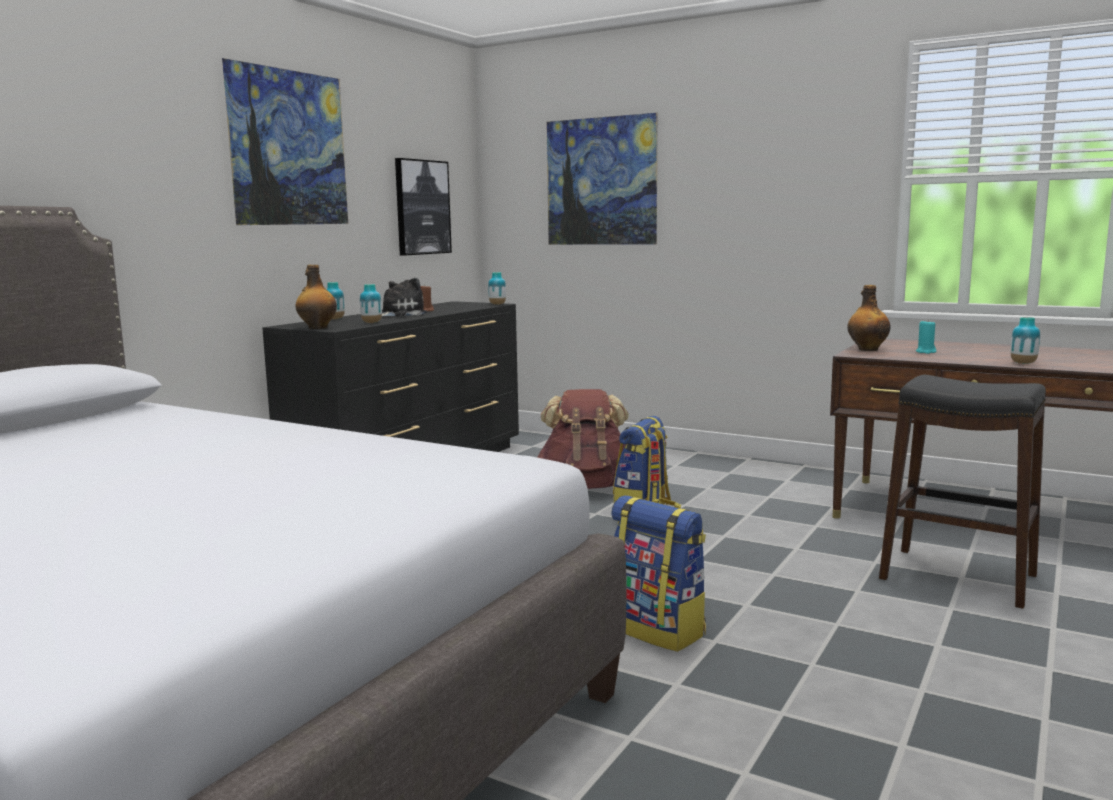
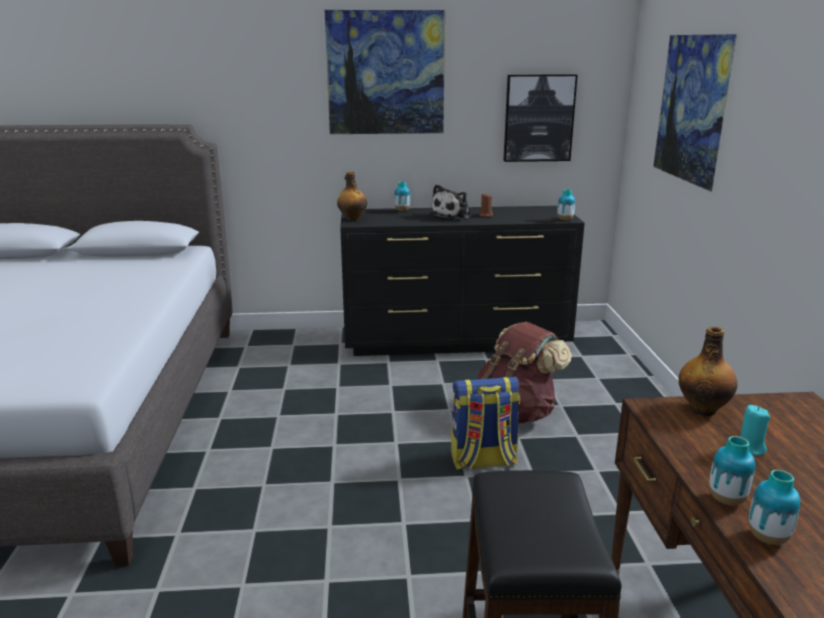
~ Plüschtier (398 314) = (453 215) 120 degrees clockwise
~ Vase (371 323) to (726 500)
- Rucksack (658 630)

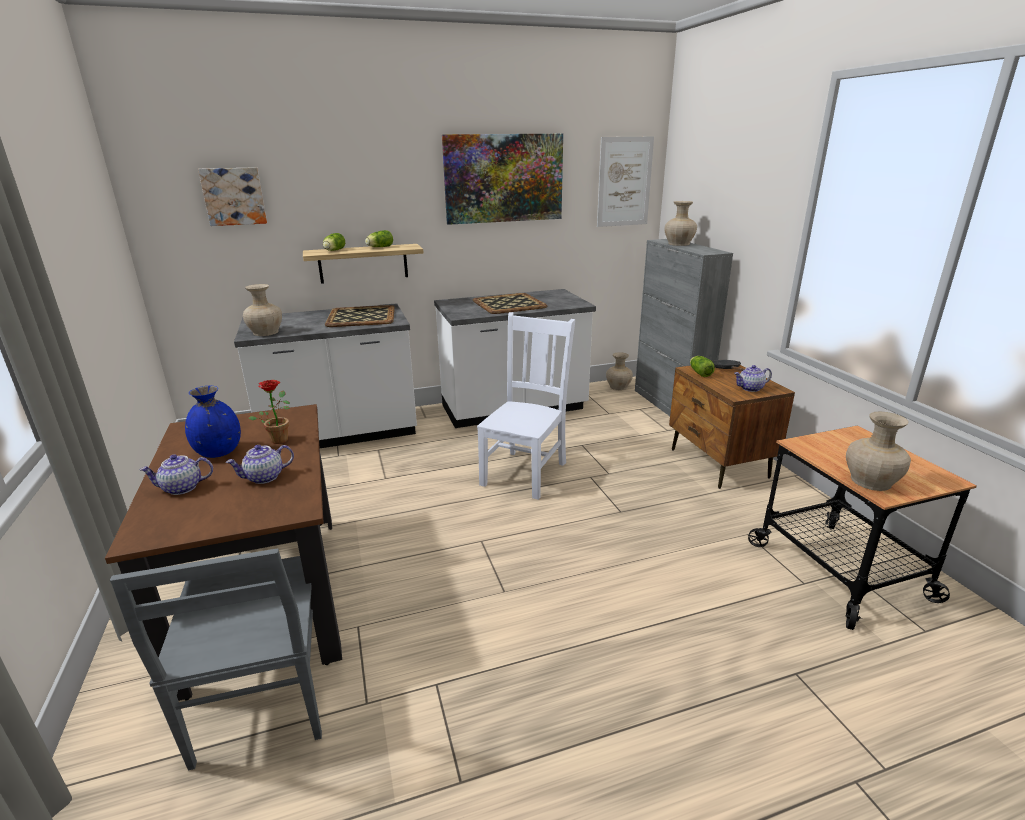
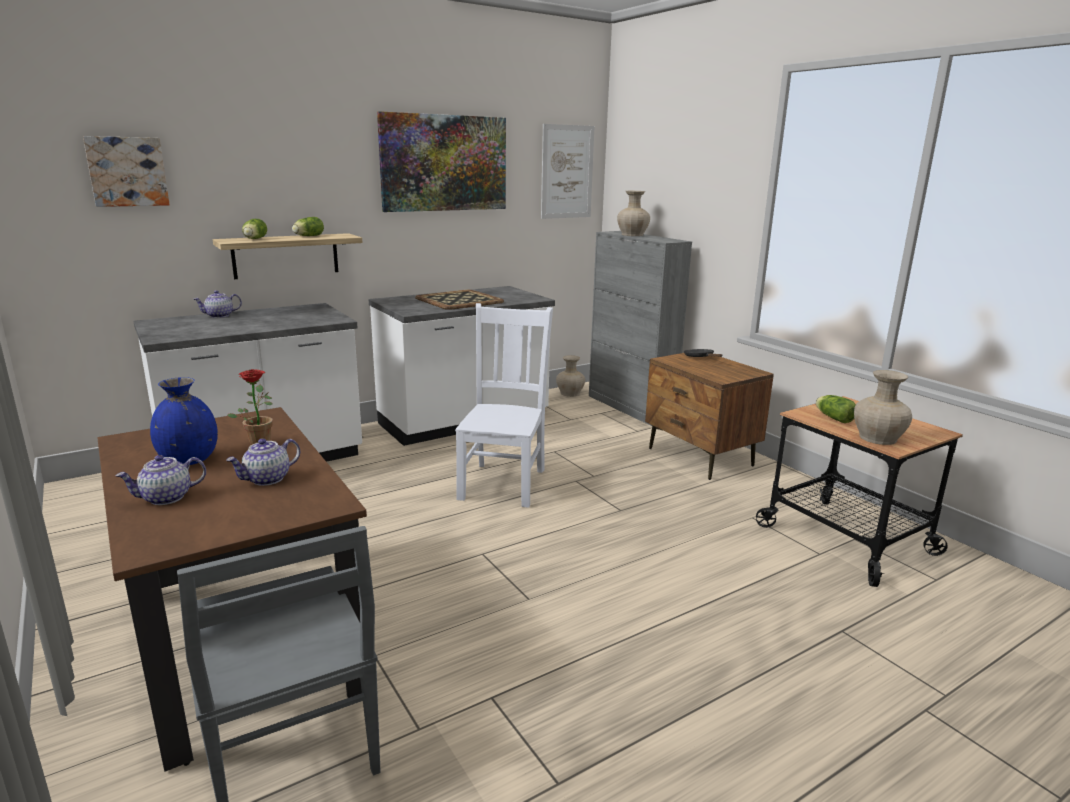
- Vase (beige) (265 332)
- Tablett (361 316)
~ Salatkopf (699 373) to (833 417)
~ Teekanne (750 388) to (219 316)

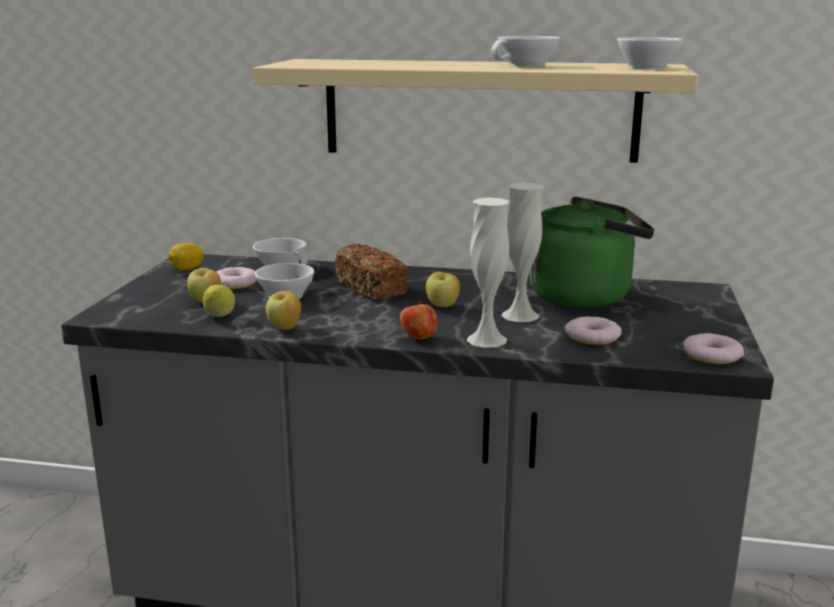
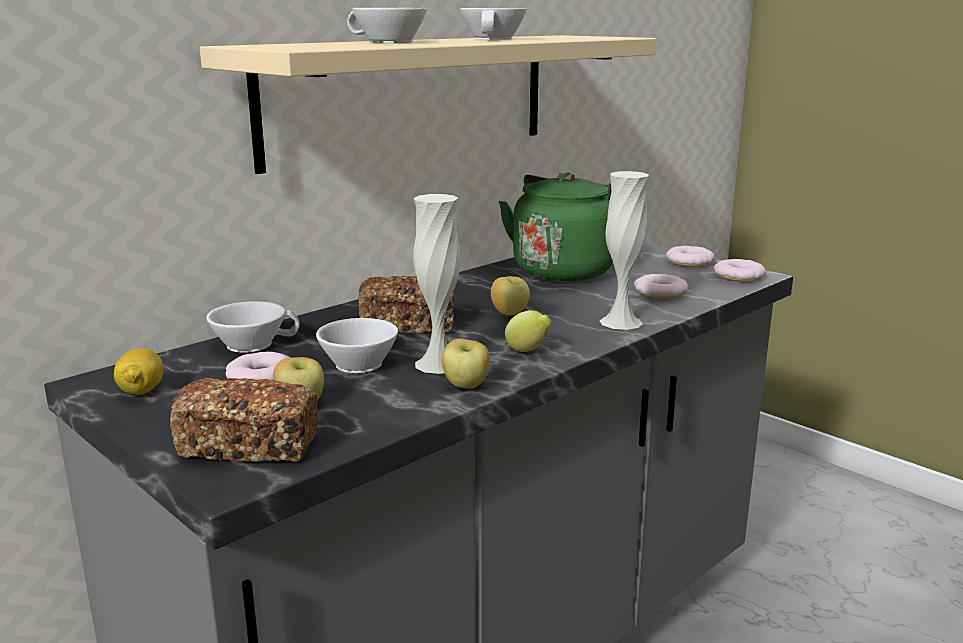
~ Tasse (weiß) (644 67) to (387 42)
~ Vase (weiß) (520 315) to (438 364)
~ Zitrone (219 317) to (528 351)
- Apfel (419 338)
+ Donut (689 261)
+ Brot (250 446)

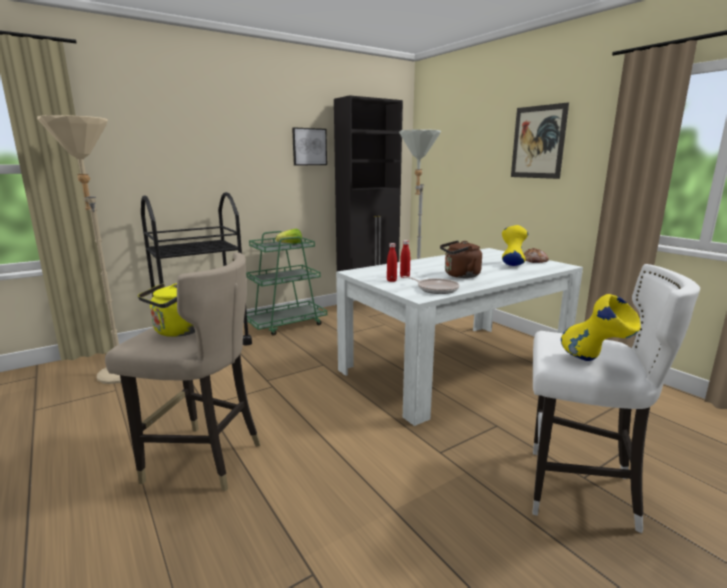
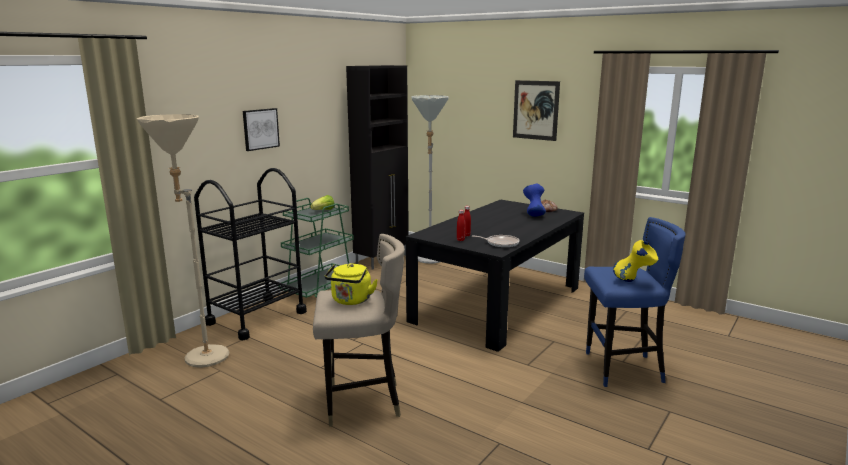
~ Bild (309 147) to (260 129)
~ Vase (gelb) (512 264) to Vase (blau) (533 215)
- Wasserkessel (braun) (460 275)
~ Esstisch (weiß) (456 365) to Esstisch (schwarz) (498 304)
~ Hocker (weiß) (577 490) to Hocker (blau) (622 369)

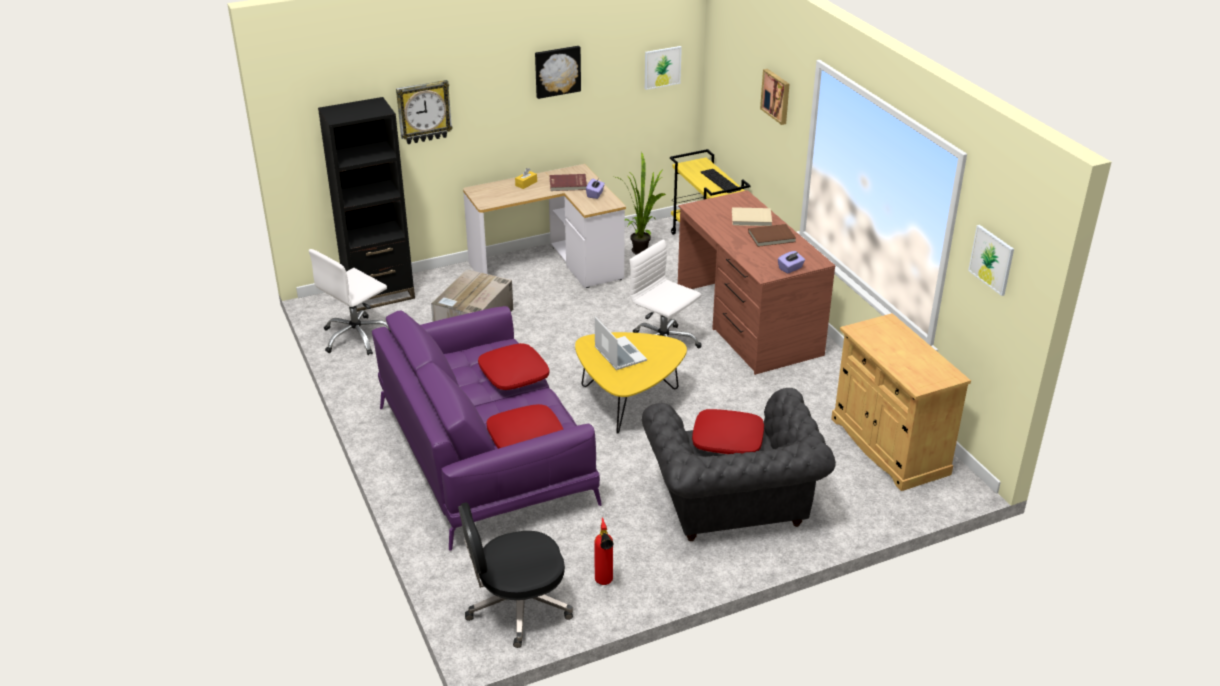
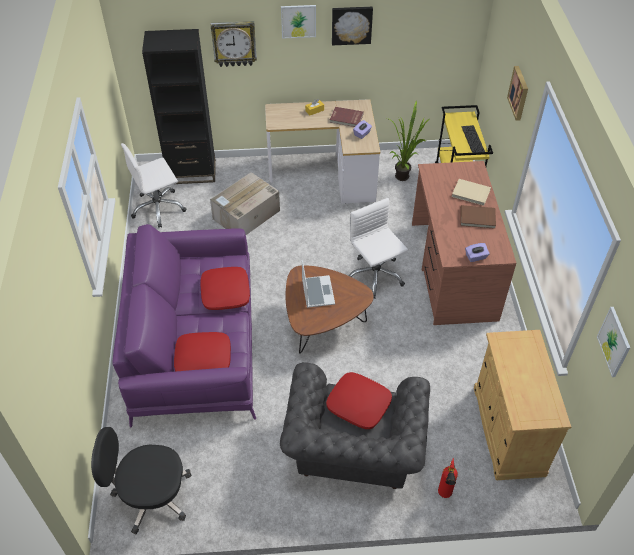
~ Bild (662 67) to (298 21)
~ Couchtisch (gelb) (628 401) to Couchtisch (braun) (323 324)
~ Feuerlöscher (604 583) to (444 495)

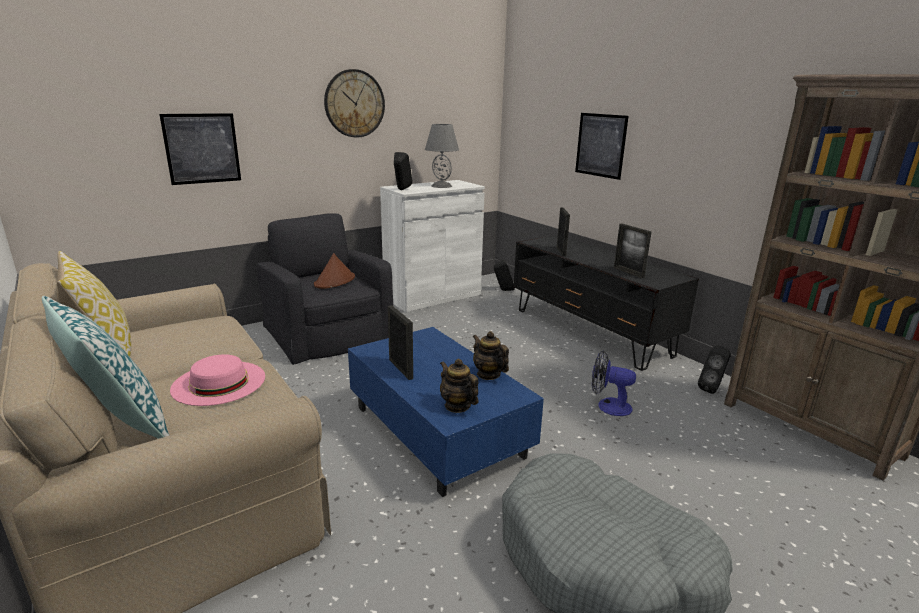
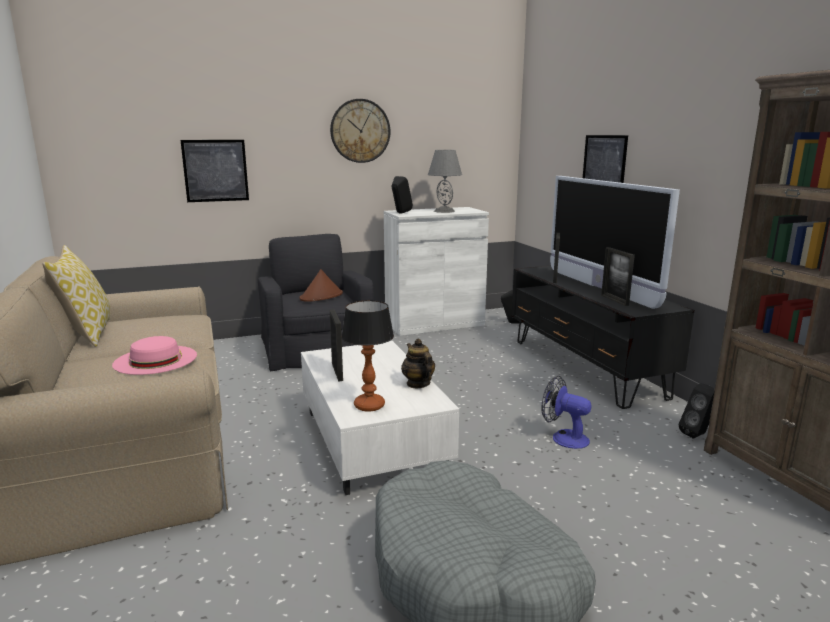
- Kissen (119 423)
~ Couchtisch (blau) (436 430) to Couchtisch (weiß) (372 439)
~ Teekanne (457 406) to Tischlampe (369 406)
+ Fernseher (599 288)

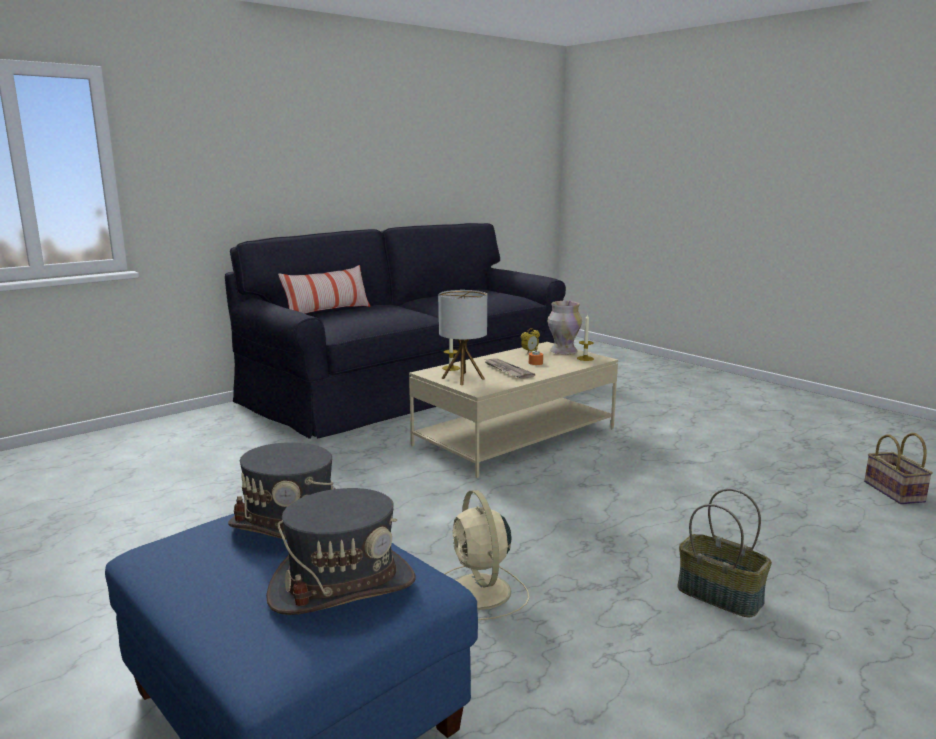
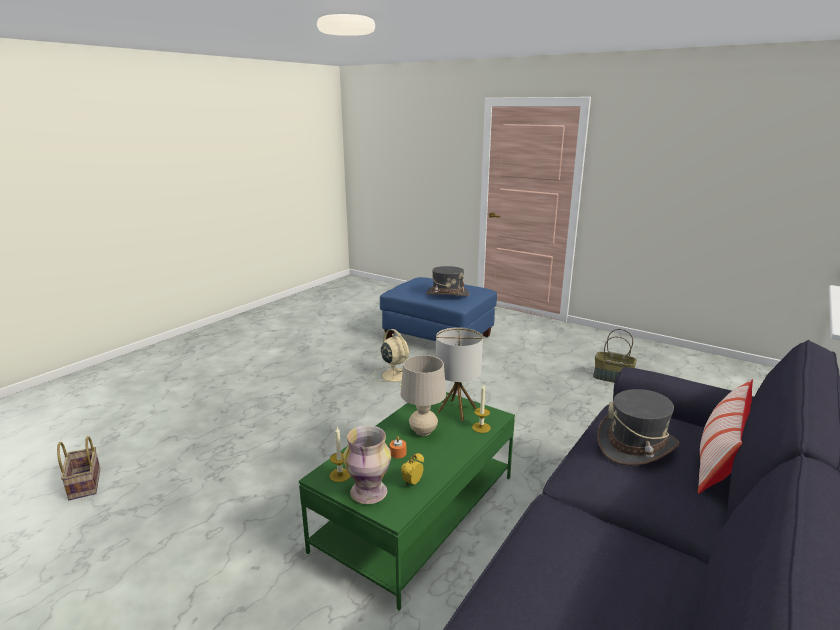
~ Couchtisch (beige) (515 437) to Couchtisch (grün) (417 513)
~ Zeitung (507 370) to Tischlampe (beige) (423 431)
~ Hut (grau) (342 586) to (636 446)
~ Korb (721 595) to (612 378)

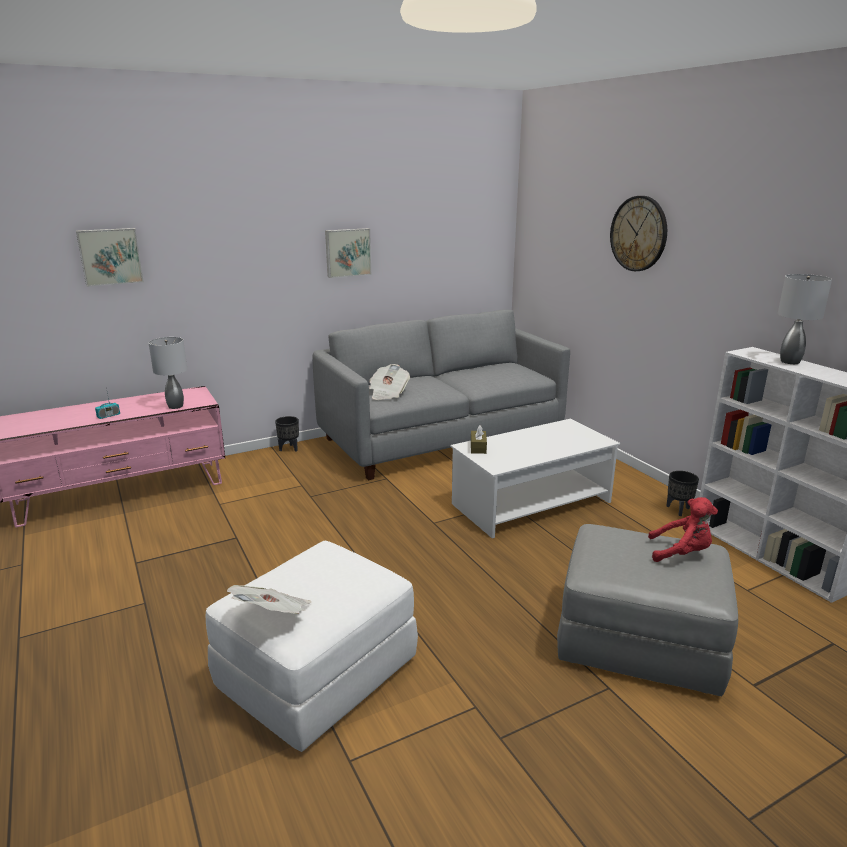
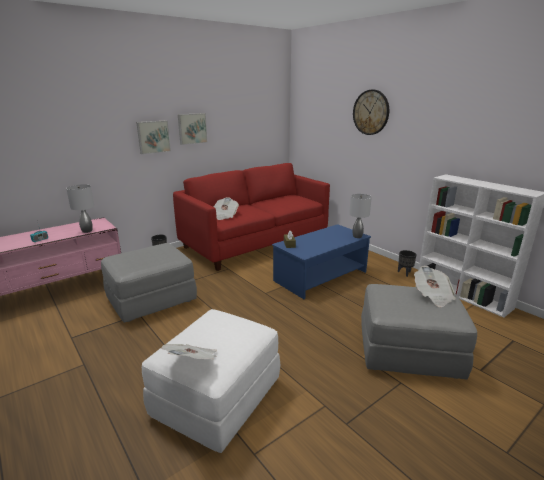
~ Bild (110 256) to (153 137)
~ Tischlampe (grau) (789 361) to (357 236)
~ Sofa (grau) (442 437) to Sofa (rot) (256 242)
~ Couchtisch (weiß) (532 503) to Couchtisch (blau) (321 276)
~ Plüschtier (rot) (681 553) to Zeitung (432 296)
+ Polsterhocker (grau) (152 299)

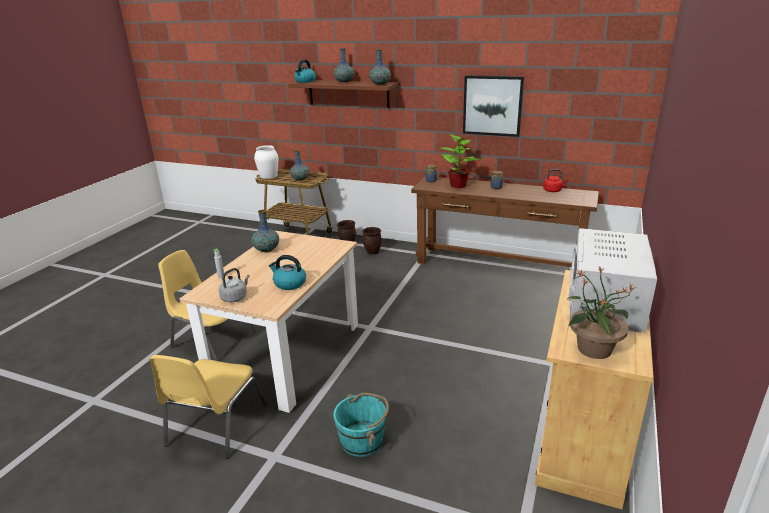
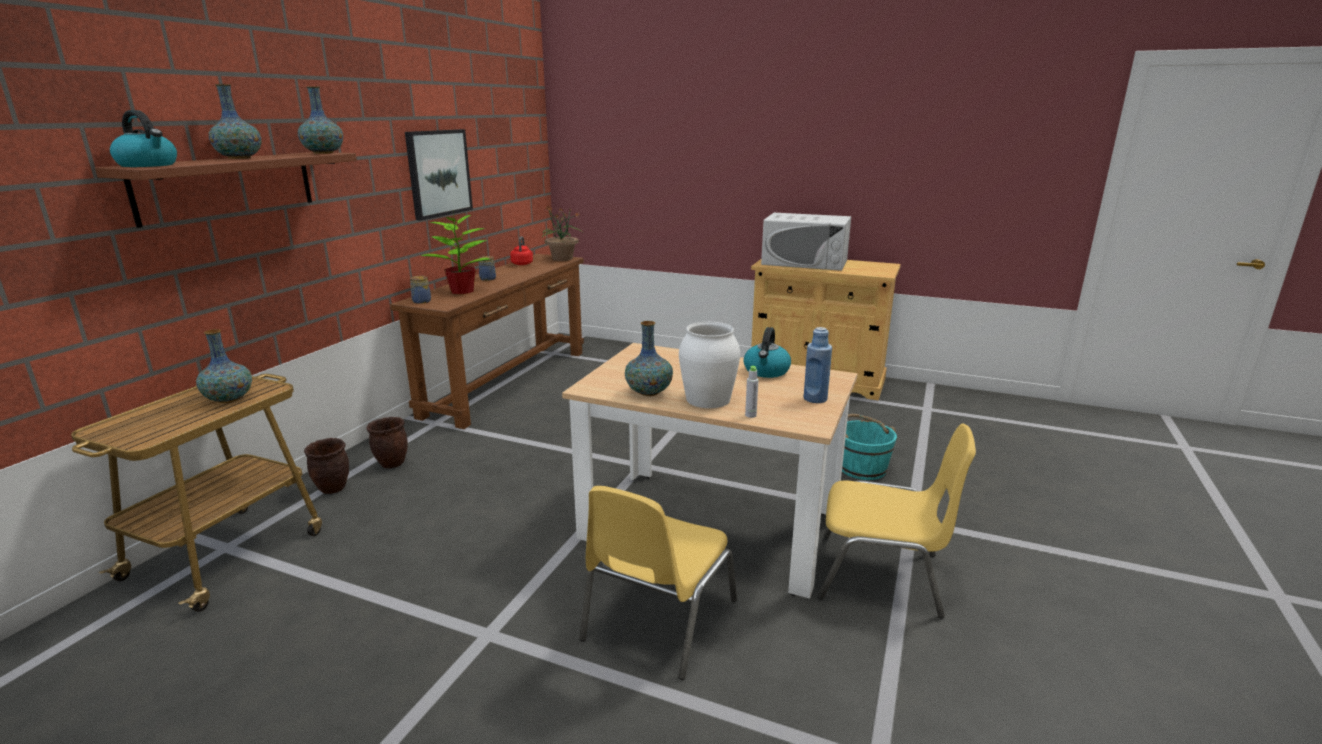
~ Vase (weiß) (269 176) to (707 399)
~ Topfpflanze (593 349) to (562 259)
~ Wasserkessel (grau) (235 297) to Flasche (blau) (815 399)

